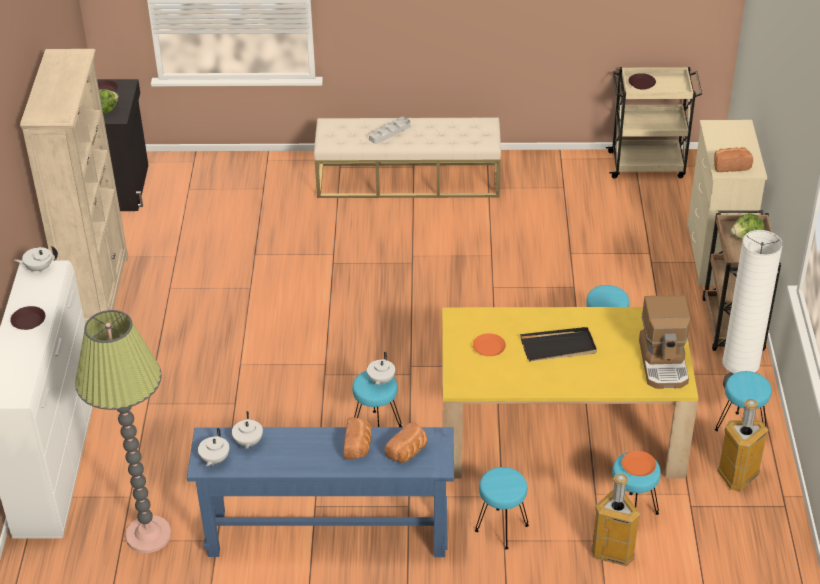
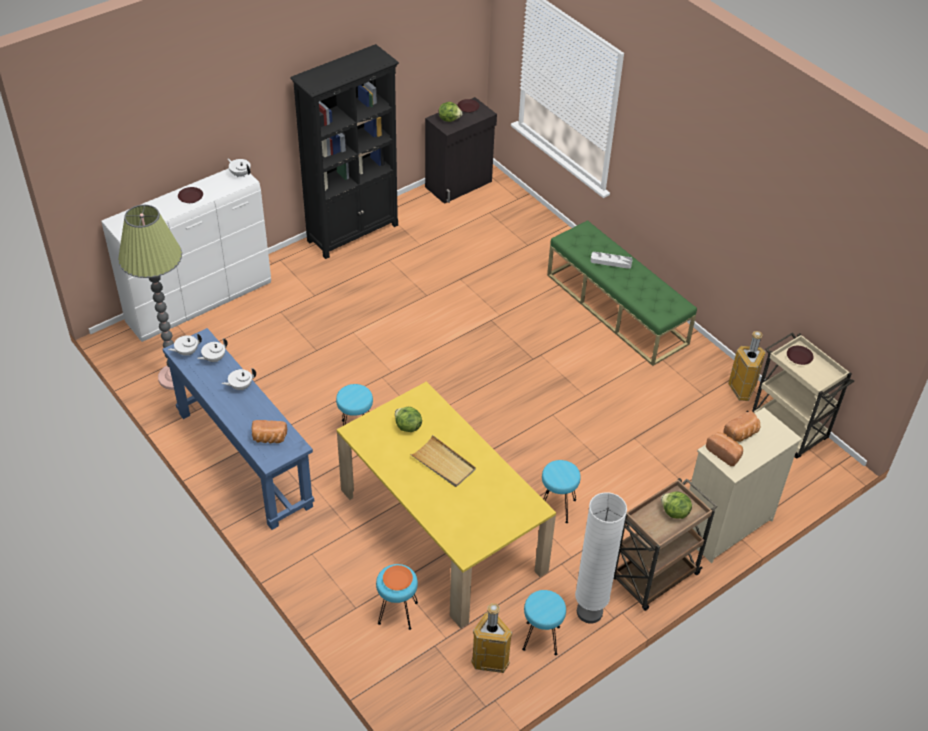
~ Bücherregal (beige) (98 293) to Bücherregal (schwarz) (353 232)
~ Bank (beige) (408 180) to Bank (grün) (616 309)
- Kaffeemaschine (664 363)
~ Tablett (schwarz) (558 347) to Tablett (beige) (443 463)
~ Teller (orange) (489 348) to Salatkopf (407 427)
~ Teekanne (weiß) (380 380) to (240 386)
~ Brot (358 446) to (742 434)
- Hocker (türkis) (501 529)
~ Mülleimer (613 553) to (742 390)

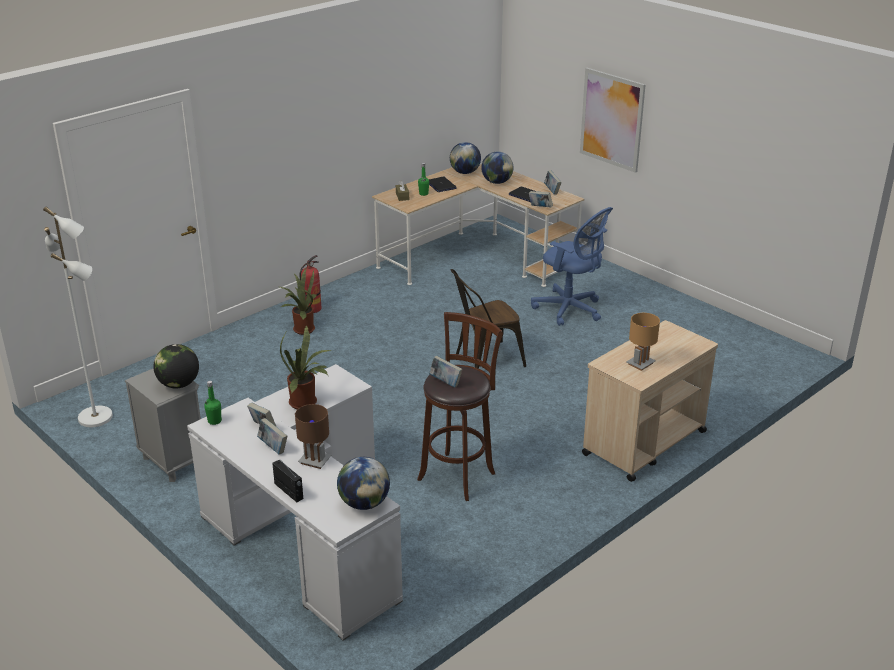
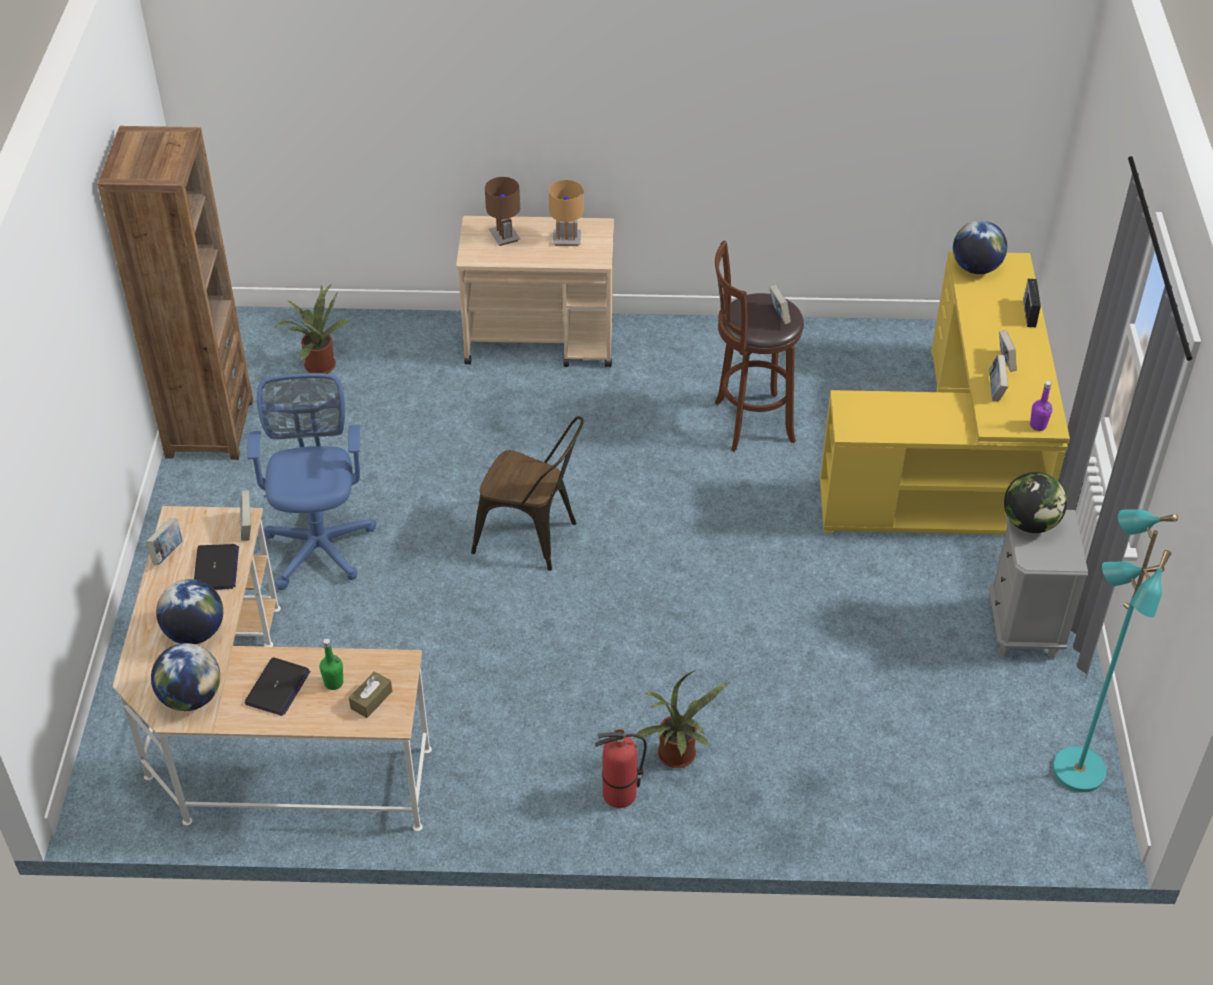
- Bild (612 119)
~ Stehlampe (weiß) (96 417) to Stehlampe (türkis) (1076 770)
~ Topfpflanze (306 403) to (318 364)
~ Schreibtisch (weiß) (303 531) to Schreibtisch (gelb) (956 459)
~ Flasche (grün) (214 421) to Flasche (lila) (1038 425)
~ Tischlampe (braun) (314 461) to (504 236)
+ Bücherregal (braun) (209 428)

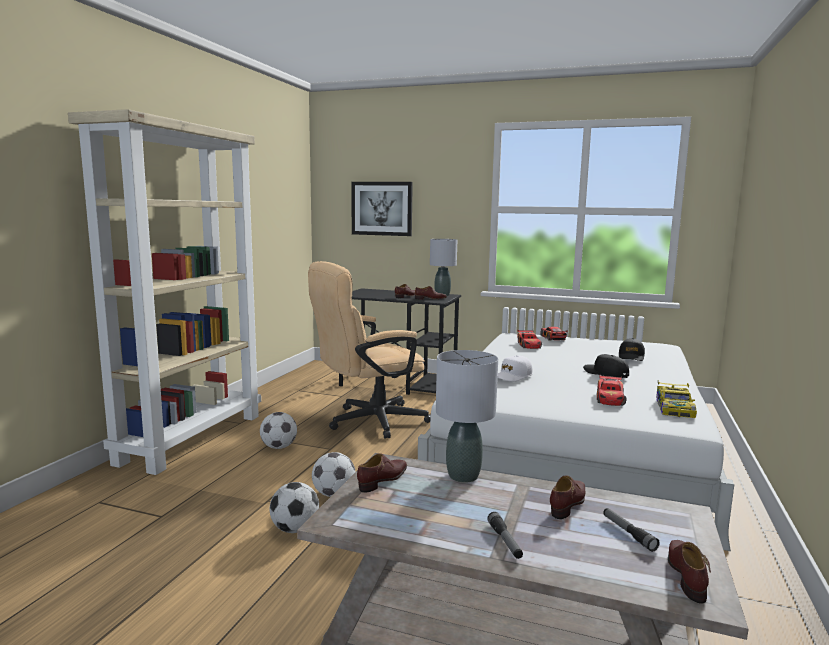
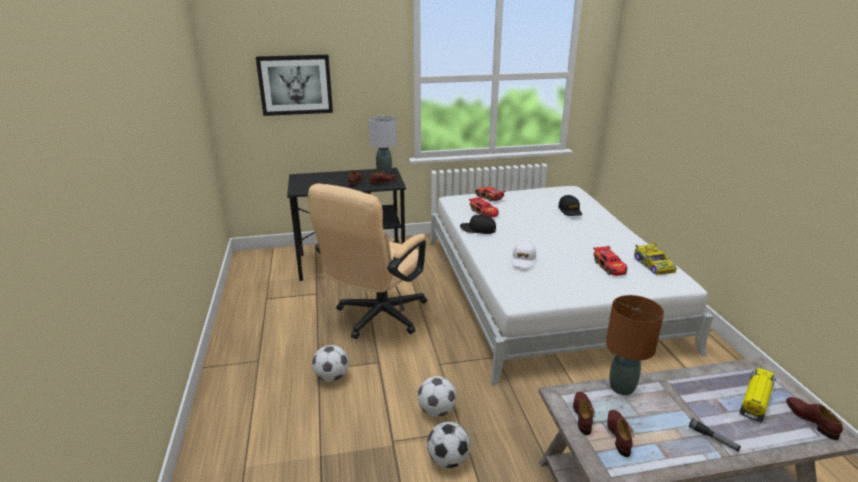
- Bücherregal (beige) (192 438)
~ Tischlampe (grau) (462 476) to Tischlampe (braun) (621 387)
~ Kappe (schwarz) (605 373) to (478 229)
~ Schuh (braun) (568 503) to (619 435)
~ Taschenlampe (628 533) to Spielzeuglaster (755 400)

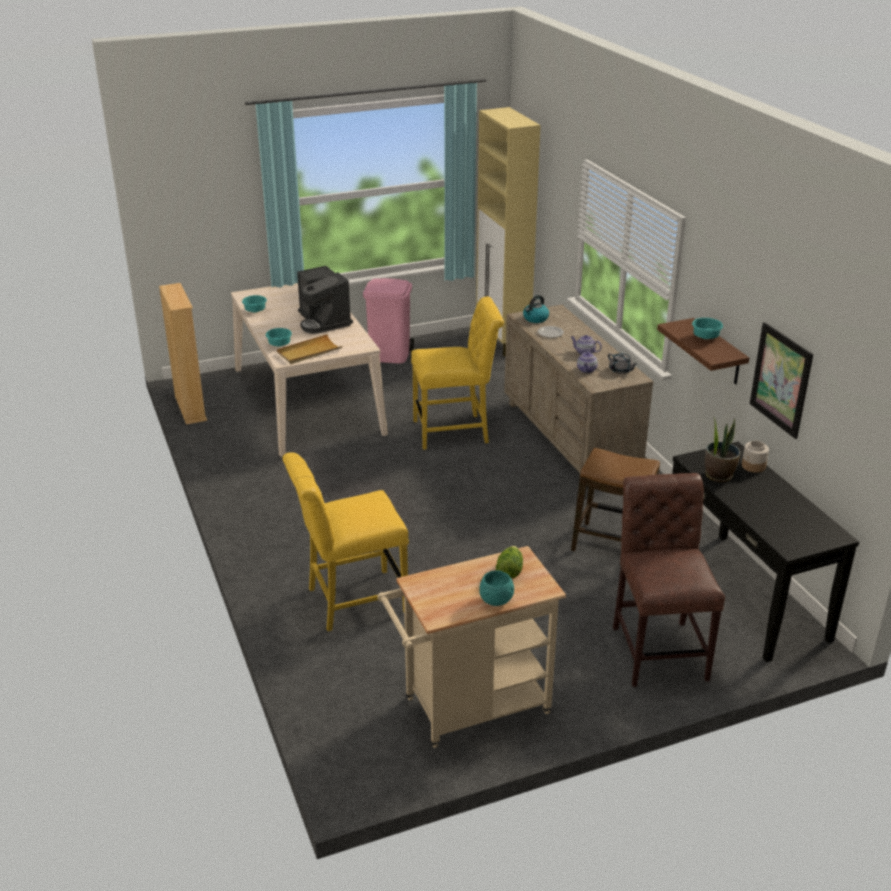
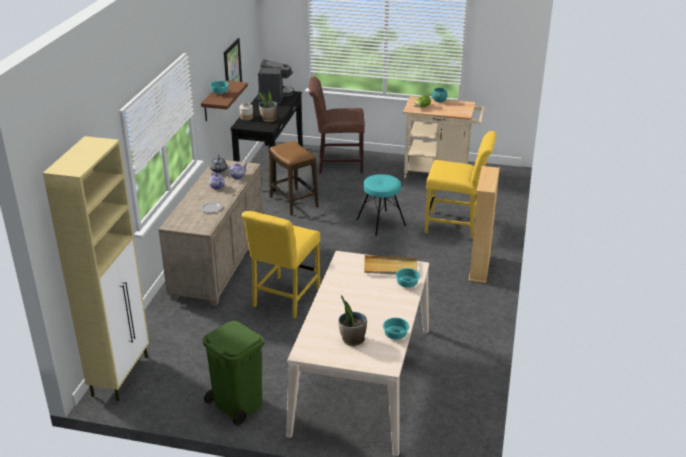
~ Kaffeemaschine (324 321) to (274 96)
~ Mülleimer (rosa) (390 356) to Mülleimer (grün) (237 404)
~ Bücherregal (beige) (190 408) to (479 268)
- Wasserkessel (535 319)
~ Stuhl (gelb) (455 431) = (284 299) 90 degrees counterclockwise
~ Stuhl (braun) (658 648) = (337 164) 60 degrees clockwise
+ Hocker (türkis) (381 223)
+ Topfpflanze (352 339)

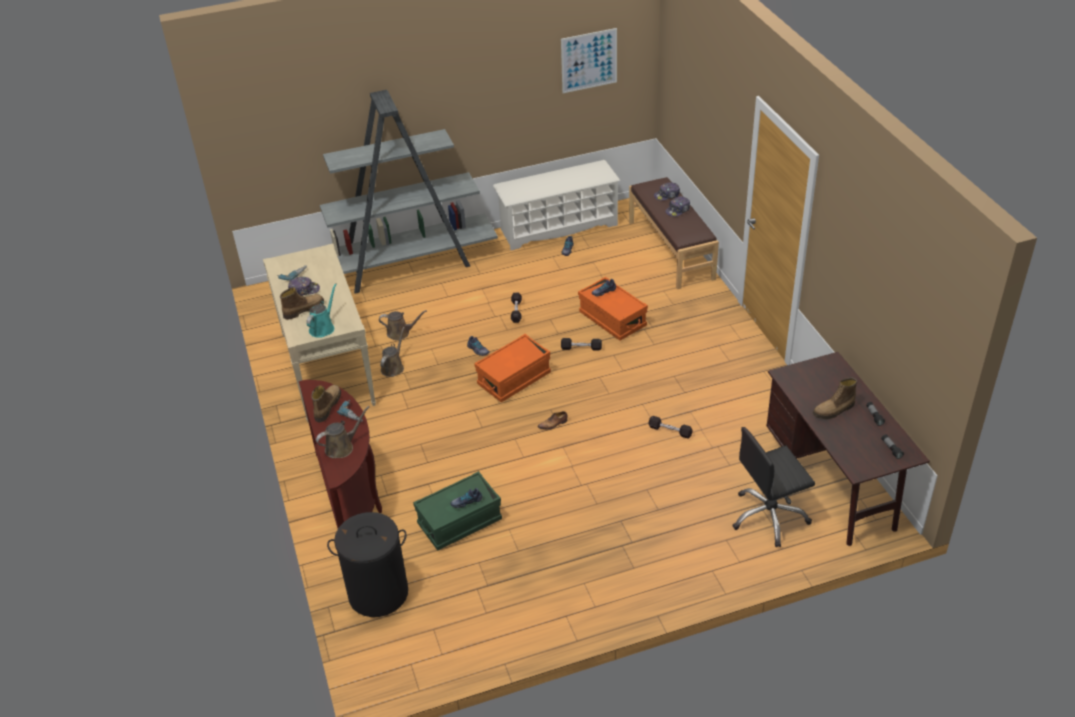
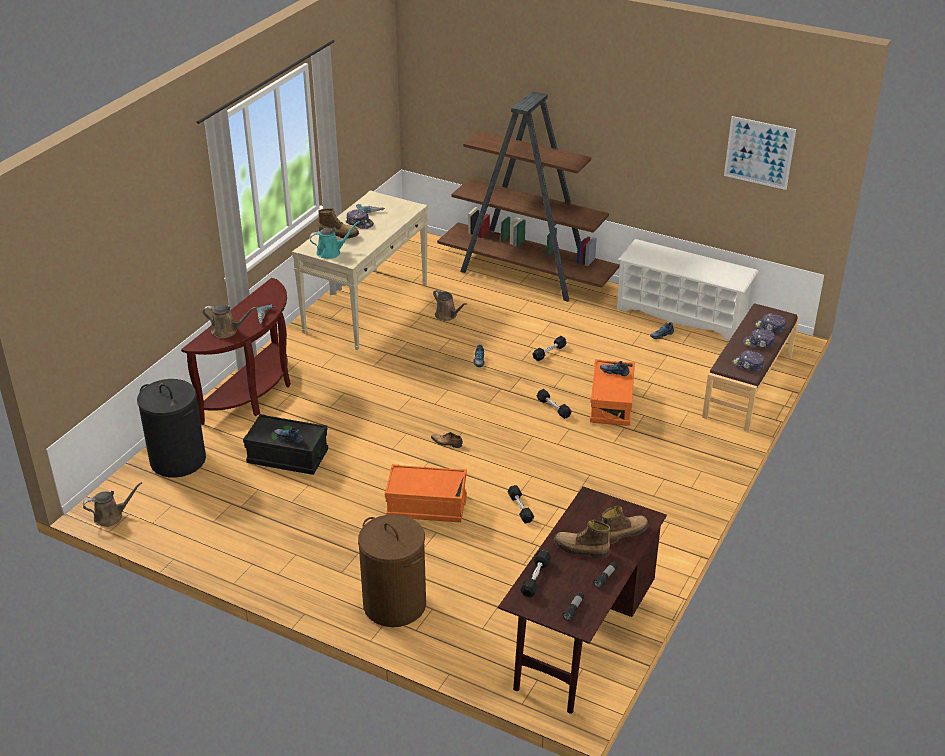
~ Bücherregal (grau) (408 264) to Bücherregal (braun) (527 275)
~ Gießkanne (braun) (393 367) to (111 516)
~ Aufbewahrungsbox (orange) (514 379) to (426 506)
~ Stiefel (327 406) to (622 533)
- Bürostuhl (schwarz) (769 517)
~ Aufbewahrungsbox (grün) (459 522) to Aufbewahrungsbox (schwarz) (288 457)
+ Kappe (748 365)
+ Wäschekorb (braun) (395 604)
+ Hantel (schwarz) (535 578)

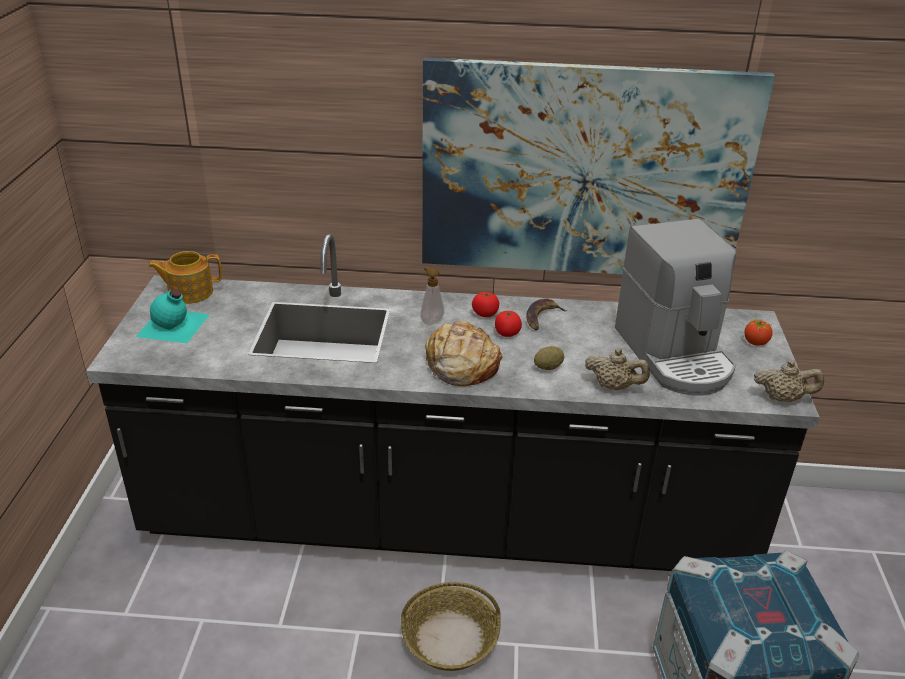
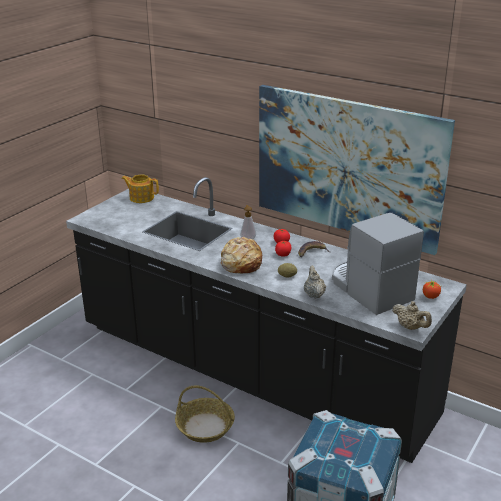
~ Kaffeemaschine (675 355) = (369 289) 135 degrees clockwise
- Flasche (türkis) (173 325)
~ Teekanne (beige) (614 386) = (314 294) 150 degrees counterclockwise

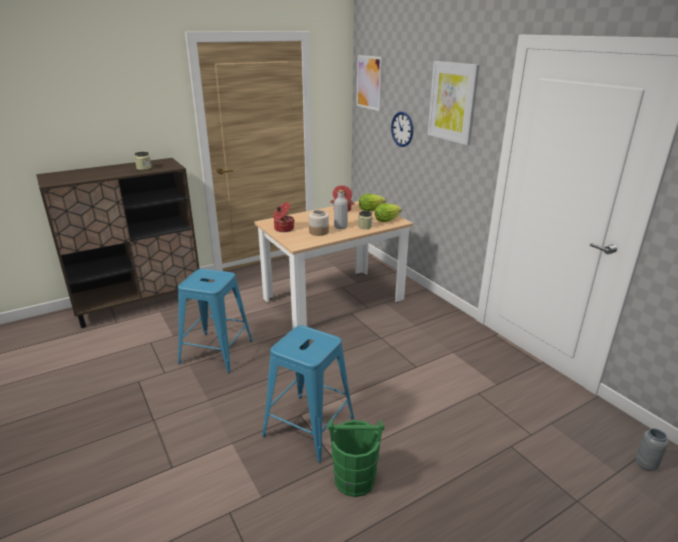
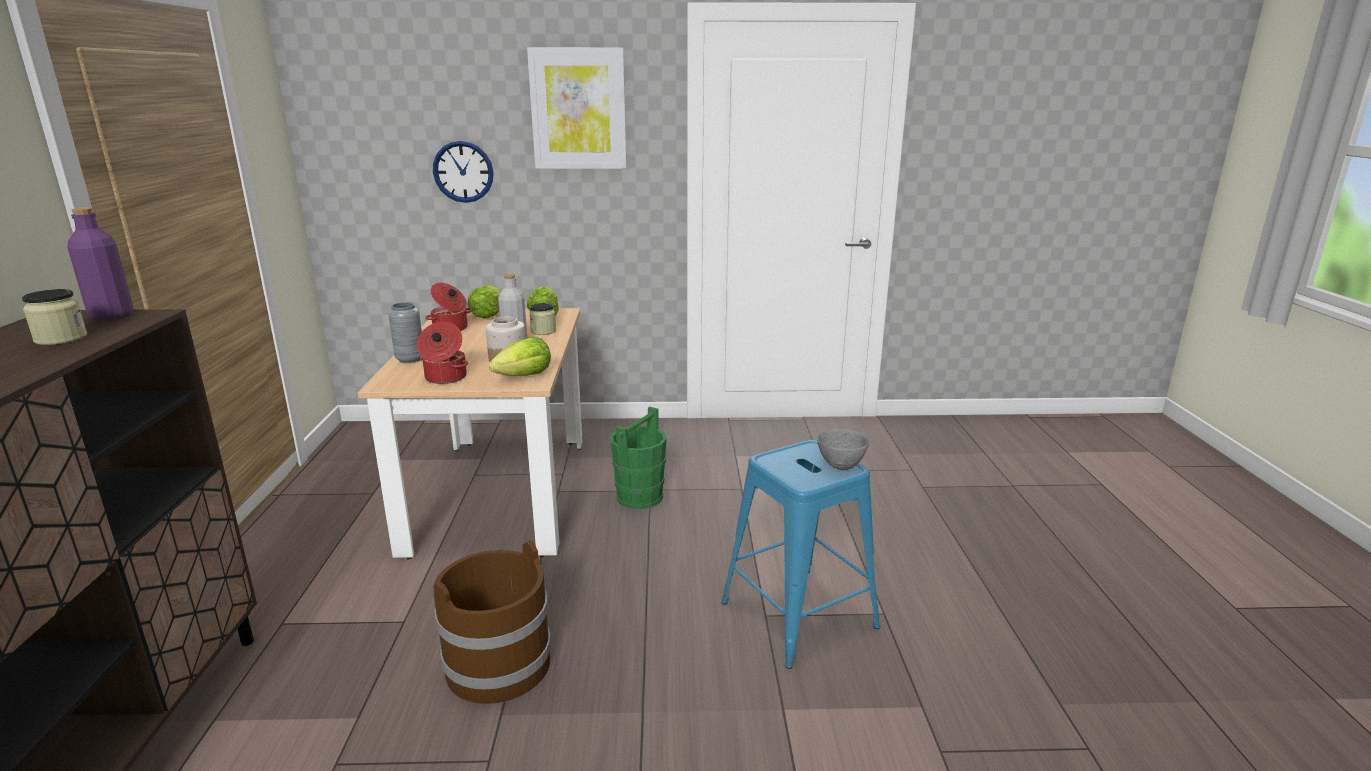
- Bild (369 82)
~ Hocker (blau) (216 352) to Eimer (braun) (499 665)
~ Eimer (grün) (355 479) to (640 496)
~ Vase (grau) (645 464) to (410 359)
+ Flasche (lila) (112 316)
+ Salatkopf (525 376)
+ Schüssel (grau) (841 466)

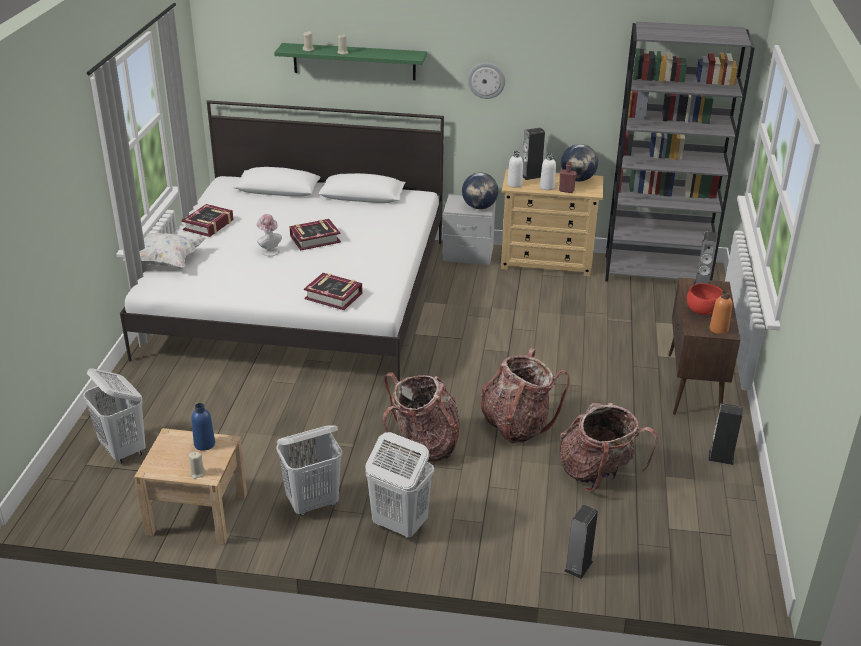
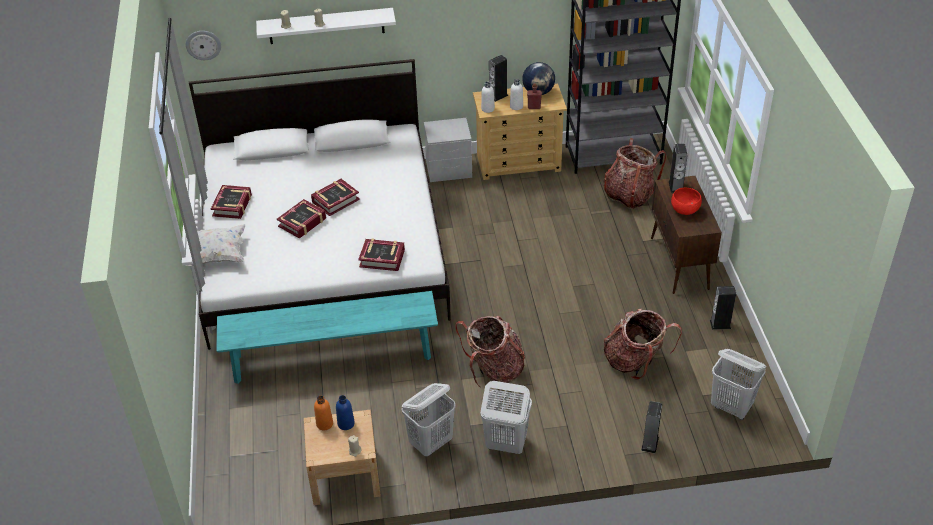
~ Wandregal (grün) (354 61) to Wandregal (weiß) (326 26)
~ Wanduhr (486 80) to (203 44)
- Globus (479 207)
~ Hut (269 251) to Buch (302 222)
~ Flasche (orange) (718 329) to (324 424)
~ Rucksack (517 425) to (629 195)
~ Wäschekorb (weiß) (123 450) to (732 407)
+ Bank (türkis) (332 357)

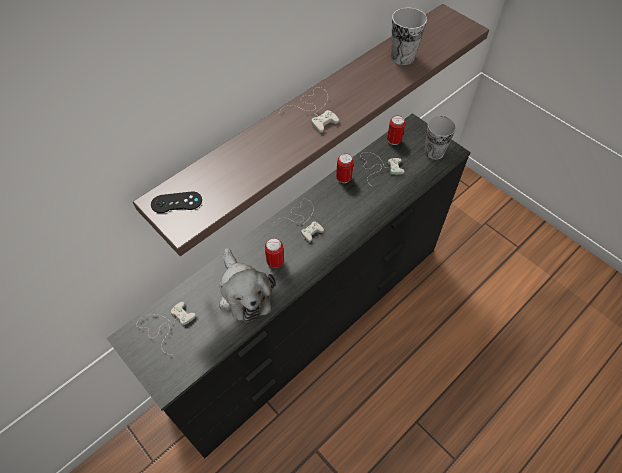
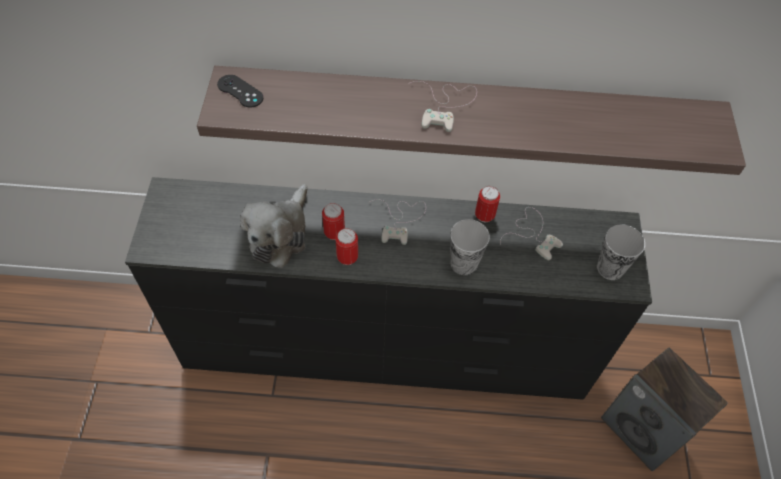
~ Tasse (402 57) to (464 263)
~ Dose (394 140) to (347 258)
- Gamepad (weiß) (165 325)
+ Lautsprecher (642 430)

